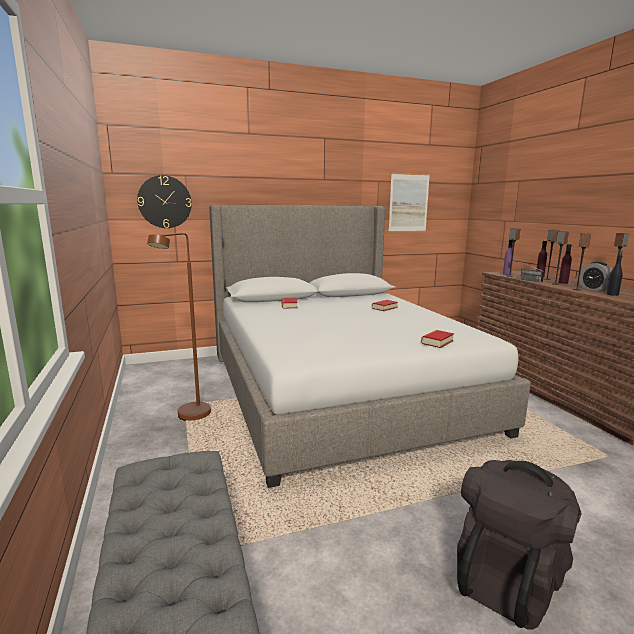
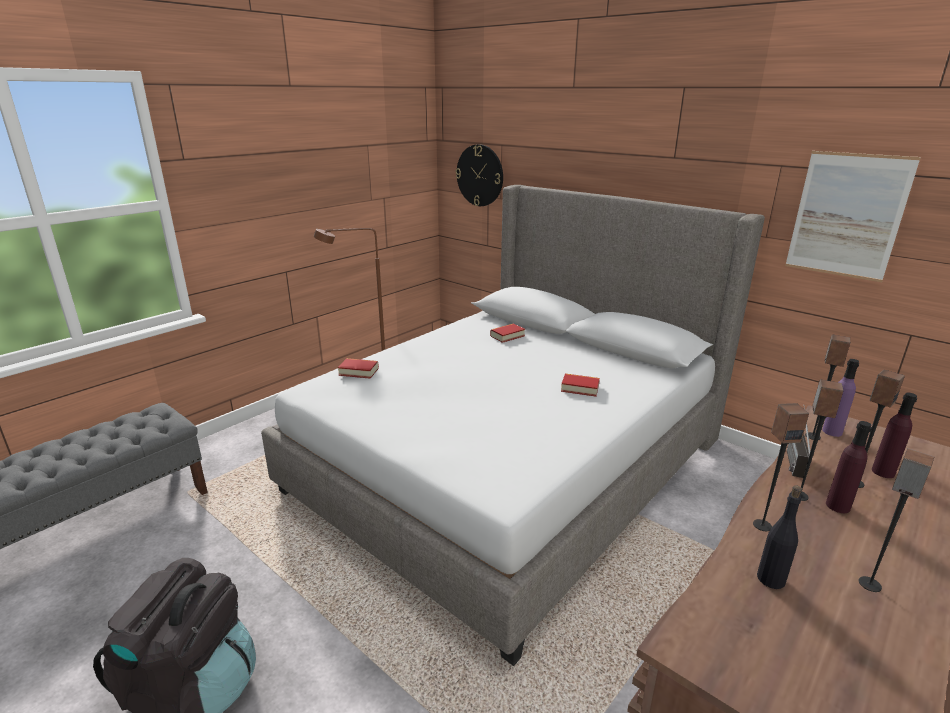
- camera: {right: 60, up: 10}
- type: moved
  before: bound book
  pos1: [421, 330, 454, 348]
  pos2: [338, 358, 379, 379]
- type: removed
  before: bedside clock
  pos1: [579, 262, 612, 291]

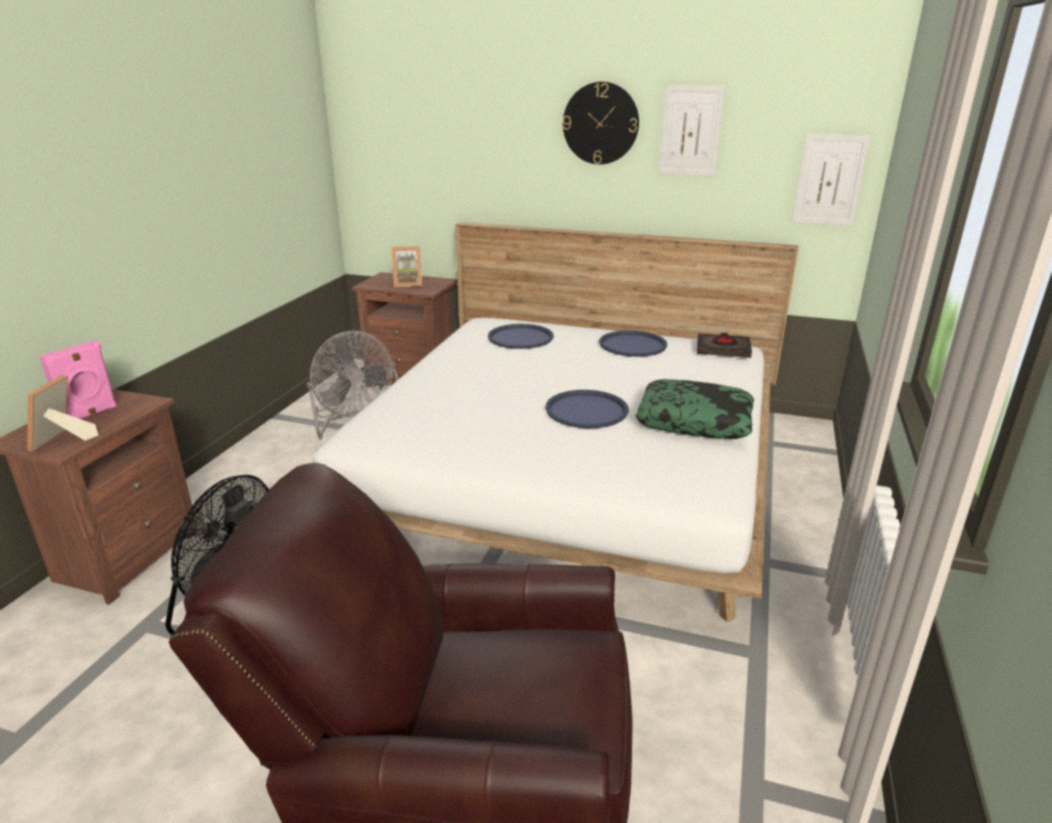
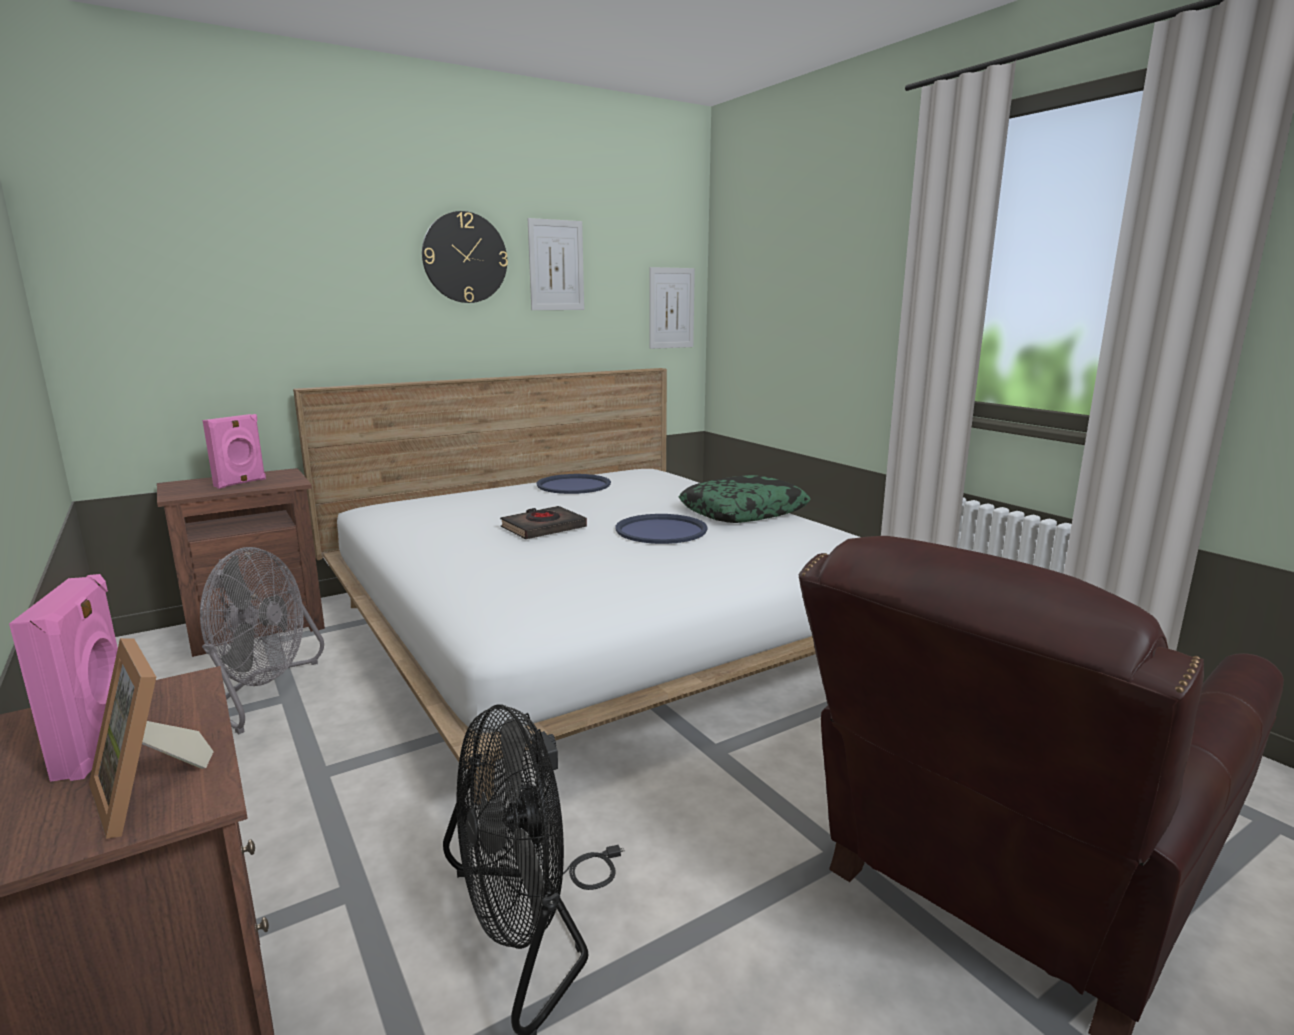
- camera: {right: -50, up: -10}
- type: replaced
  before: photo frame
  after: pinkish audio speaker
  pos1: [392, 246, 422, 287]
  pos2: [203, 414, 266, 489]
- type: removed
  before: blue-coloured serving tray
  pos1: [488, 324, 554, 349]
- type: moved
  before: black-coloured bound book
  pos1: [697, 333, 752, 358]
  pos2: [500, 506, 587, 539]

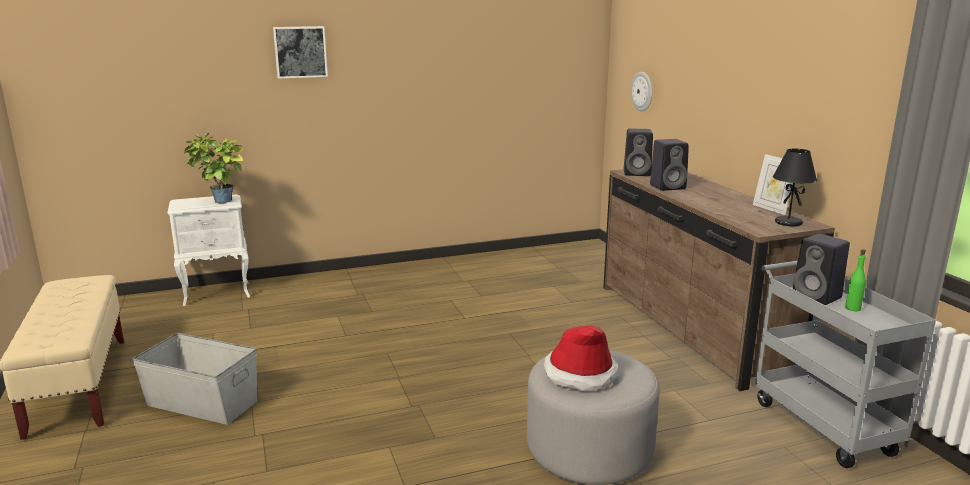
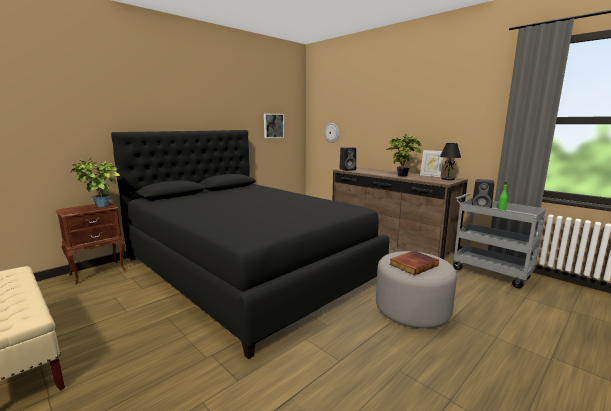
- camera: {right: -25, up: -5}
- type: removed
  before: grey storage bin
  pos1: [132, 333, 257, 425]
- type: recoloured
  before: white nightstand
  after: brown-coloured nightstand
  pos1: [167, 194, 250, 306]
  pos2: [56, 202, 127, 285]
- type: moved
  before: wall picture
  pos1: [273, 26, 328, 79]
  pos2: [264, 114, 284, 138]
- type: replaced
  before: hat
  after: bound book
  pos1: [544, 326, 618, 391]
  pos2: [389, 251, 439, 275]
- type: removed
  before: black-coloured audio speaker
  pos1: [650, 139, 689, 191]
- type: added
  after: black-coloured sleeping bed
  pos2: [111, 130, 389, 359]
- type: added
  after: plant in a pot
  pos2: [386, 133, 422, 177]

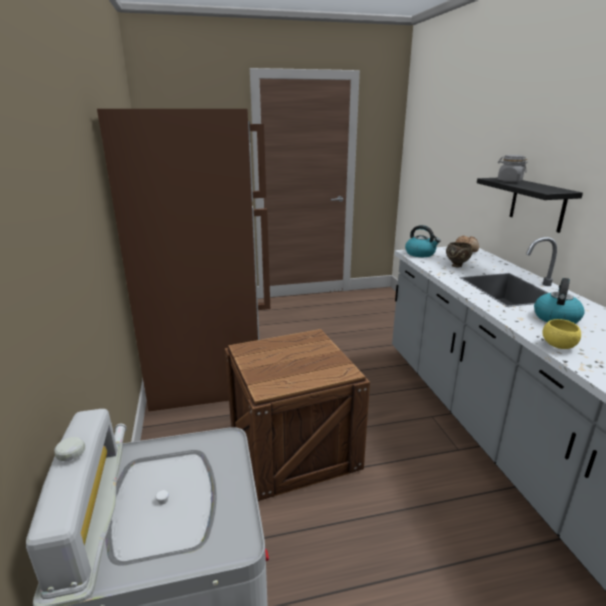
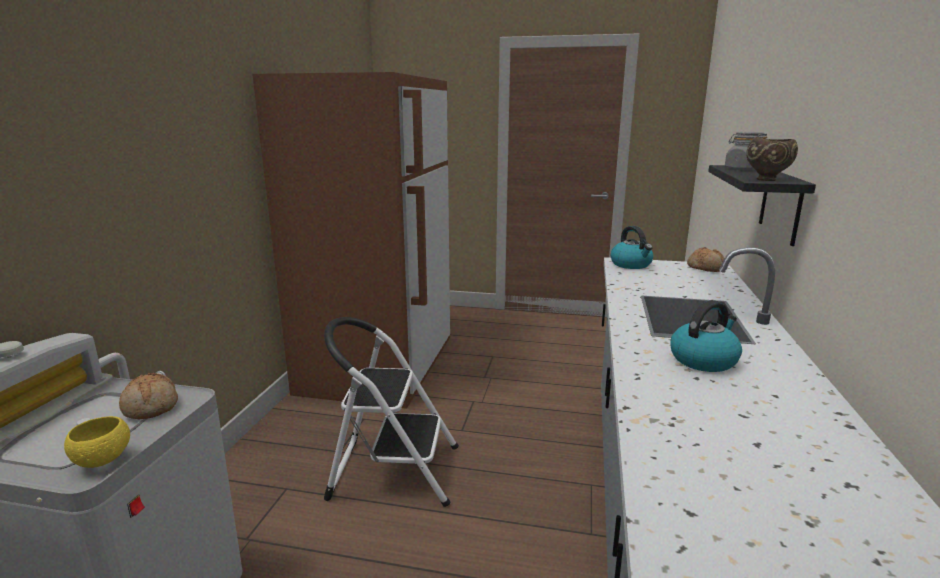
- camera: {right: 25, up: -5}
- type: replaced
  before: crate
  after: step ladder
  pos1: [225, 329, 370, 501]
  pos2: [324, 317, 459, 507]
- type: moved
  before: brown-coloured bowl
  pos1: [446, 242, 473, 268]
  pos2: [746, 137, 798, 181]
- type: moved
  before: yellow-coloured bowl
  pos1: [542, 319, 581, 349]
  pos2: [64, 416, 130, 468]
- type: added
  after: bakery bread
  pos2: [119, 373, 178, 420]

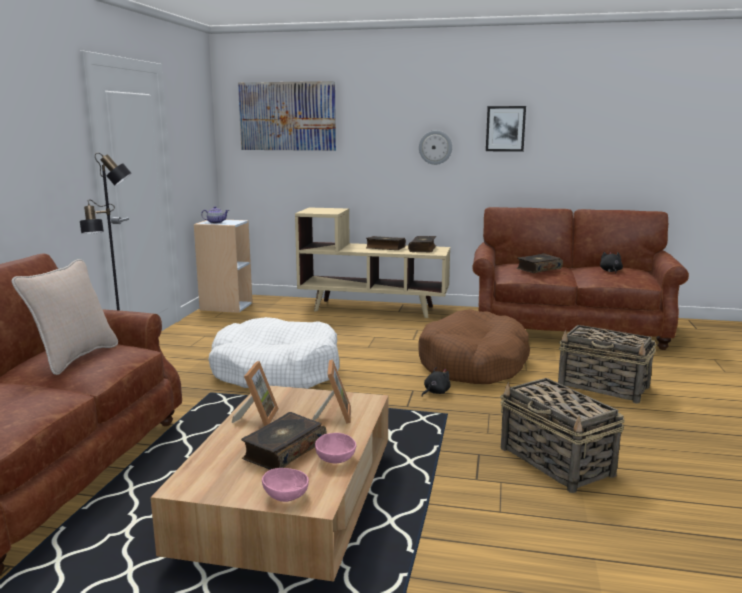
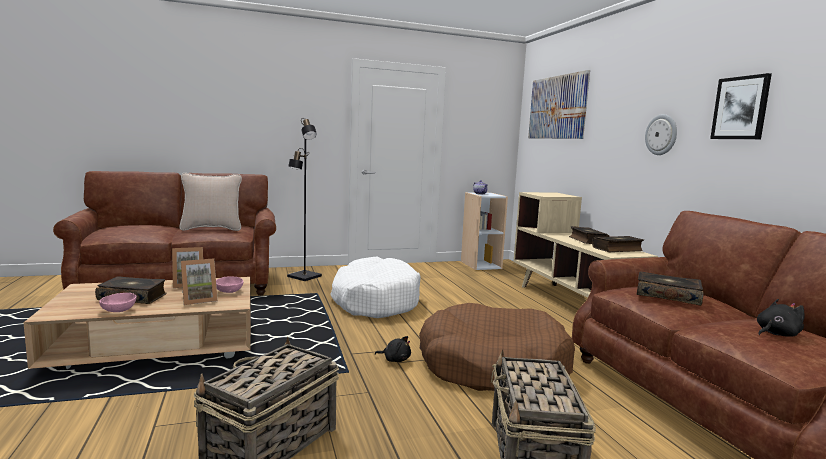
- camera: {right: 60, up: -5}
- type: moved
  before: pinkish bowl
  pos1: [262, 468, 309, 502]
  pos2: [216, 277, 244, 293]

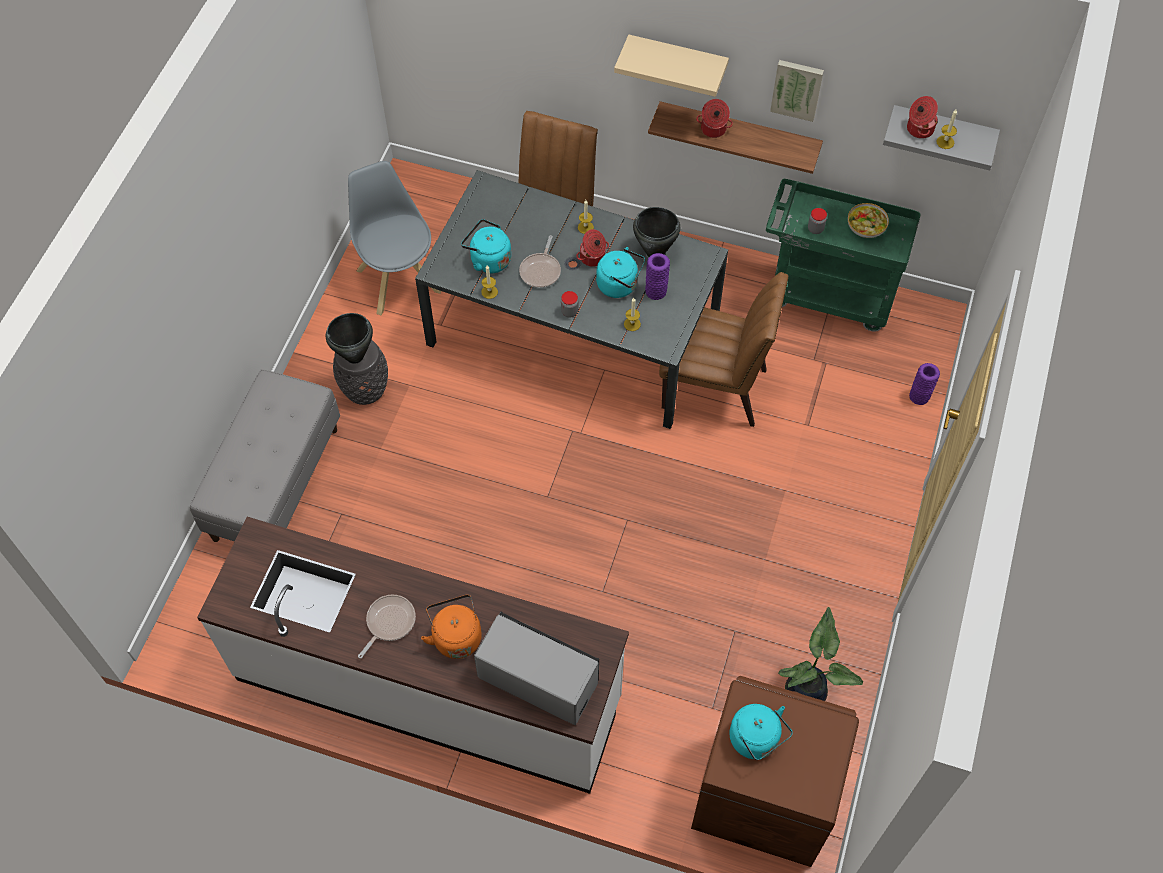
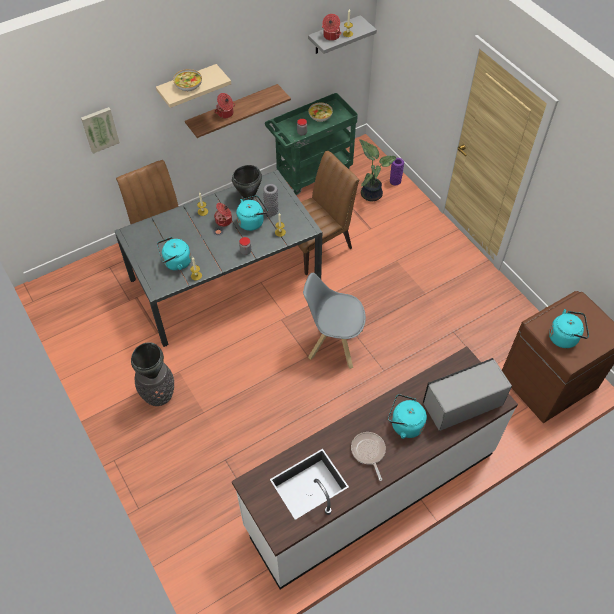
- camera: {right: -50, up: -5}
- type: removed
  before: grey bench
  pos1: [190, 369, 340, 542]
- type: moved
  before: grey upright chair
  pos1: [348, 161, 441, 315]
  pos2: [303, 273, 366, 369]
- type: recoloured
  before: orange water kettle
  after: blue-green water kettle
  pos1: [421, 595, 482, 659]
  pos2: [388, 394, 427, 439]
- type: removed
  before: pan
  pos1: [519, 235, 561, 288]
- type: recoloured
  before: purple-coloured vase
  after: grey vase
  pos1: [645, 253, 670, 300]
  pos2: [263, 184, 278, 216]
- type: moved
  before: wall picture
  pos1: [770, 60, 824, 122]
  pos2: [81, 107, 120, 154]
- type: moved
  before: plant in a pot
  pos1: [778, 607, 863, 701]
  pos2: [359, 140, 397, 202]
- type: added
  after: bowl
  pos2: [173, 69, 202, 92]

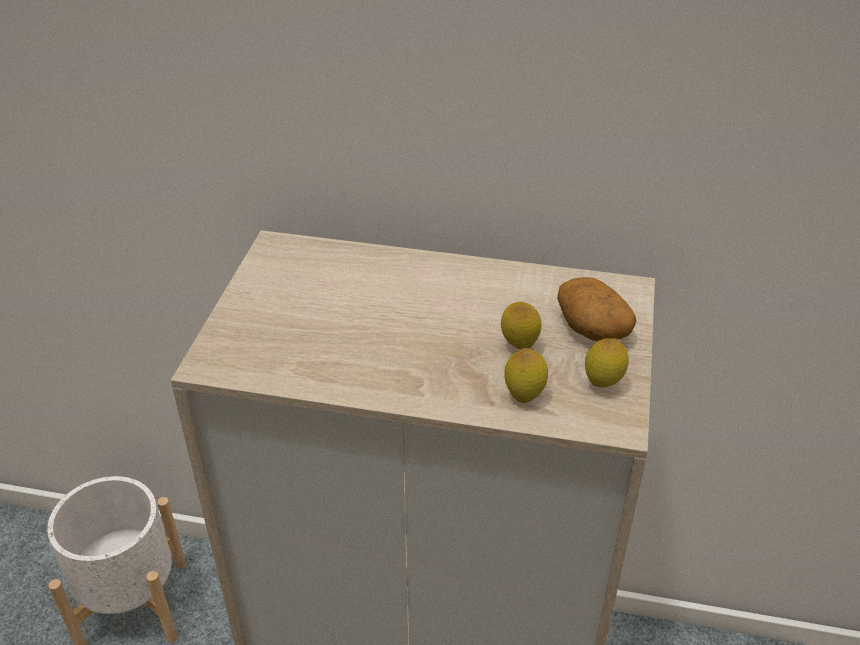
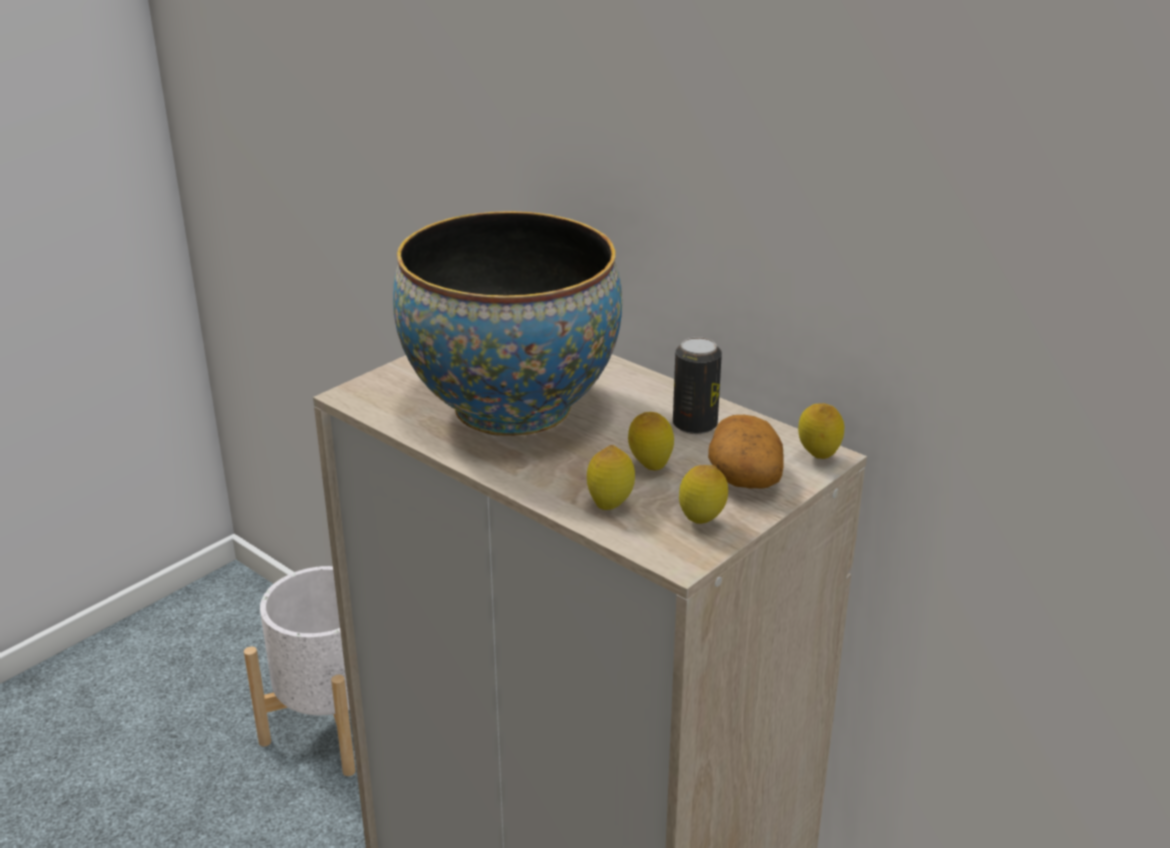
- camera: {right: 30, up: -10}
- type: added
  after: bowl
  pos2: [393, 211, 622, 436]
- type: added
  after: sealed can
  pos2: [673, 337, 722, 434]
- type: added
  after: lemon
  pos2: [798, 403, 844, 459]

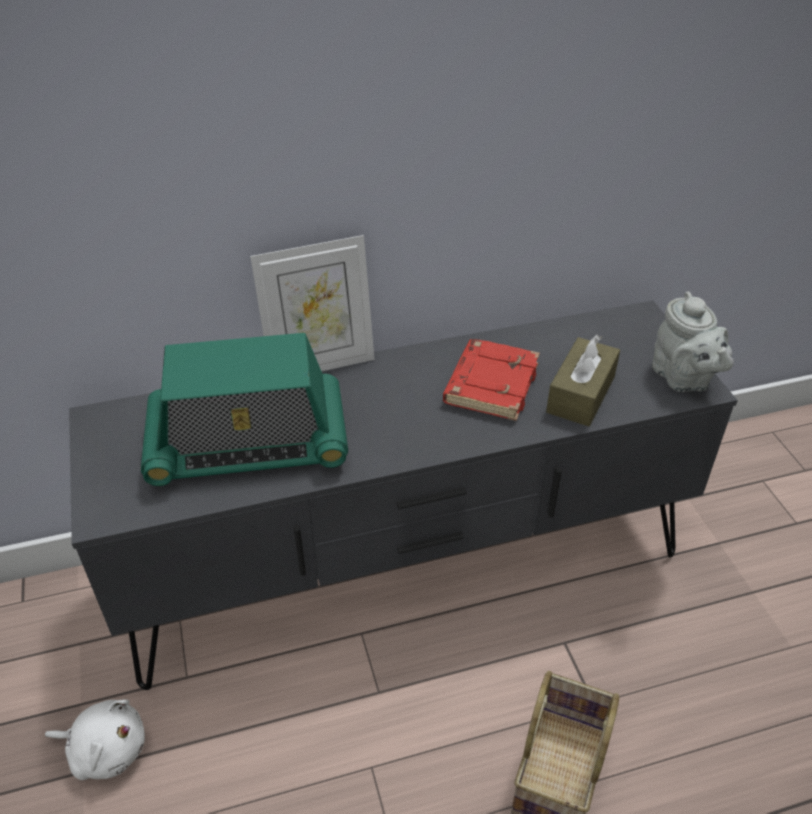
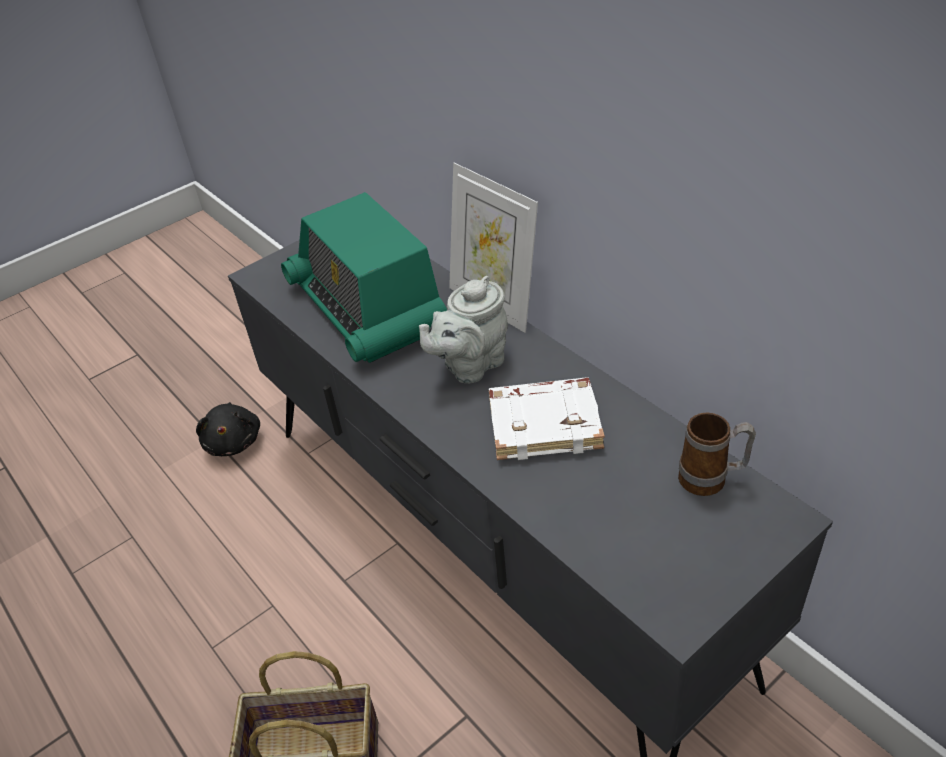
- camera: {right: 70, up: 0}
- type: recoloured
  before: white soft toy
  after: black-coloured soft toy
  pos1: [45, 699, 145, 780]
  pos2: [196, 402, 260, 456]
- type: recoloured
  before: red bound book
  after: white bound book
  pos1: [443, 339, 540, 421]
  pos2: [489, 377, 605, 460]
- type: removed
  before: brown-coloured tissue box
  pos1: [546, 334, 620, 426]
- type: moved
  before: grey teapot
  pos1: [652, 291, 734, 392]
  pos2: [419, 276, 508, 383]
- type: added
  after: coffee mug
  pos2: [678, 413, 756, 496]

